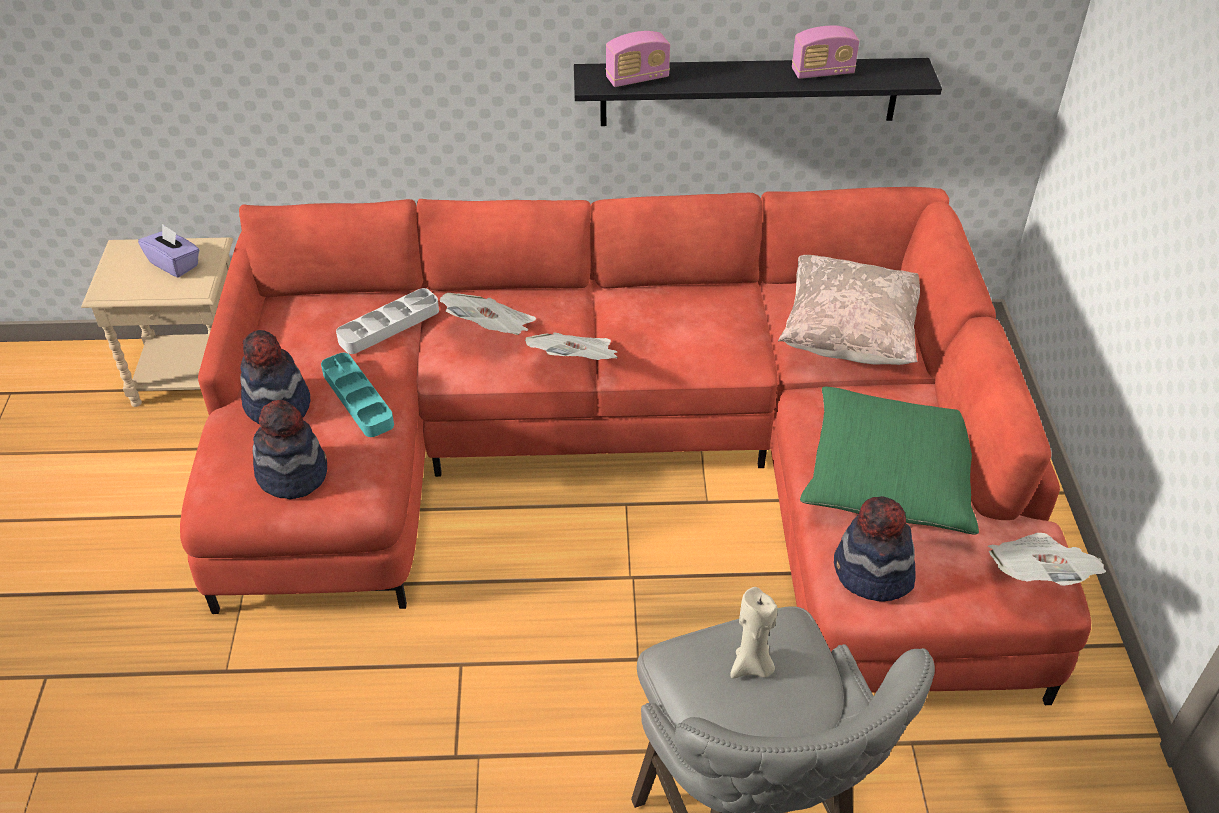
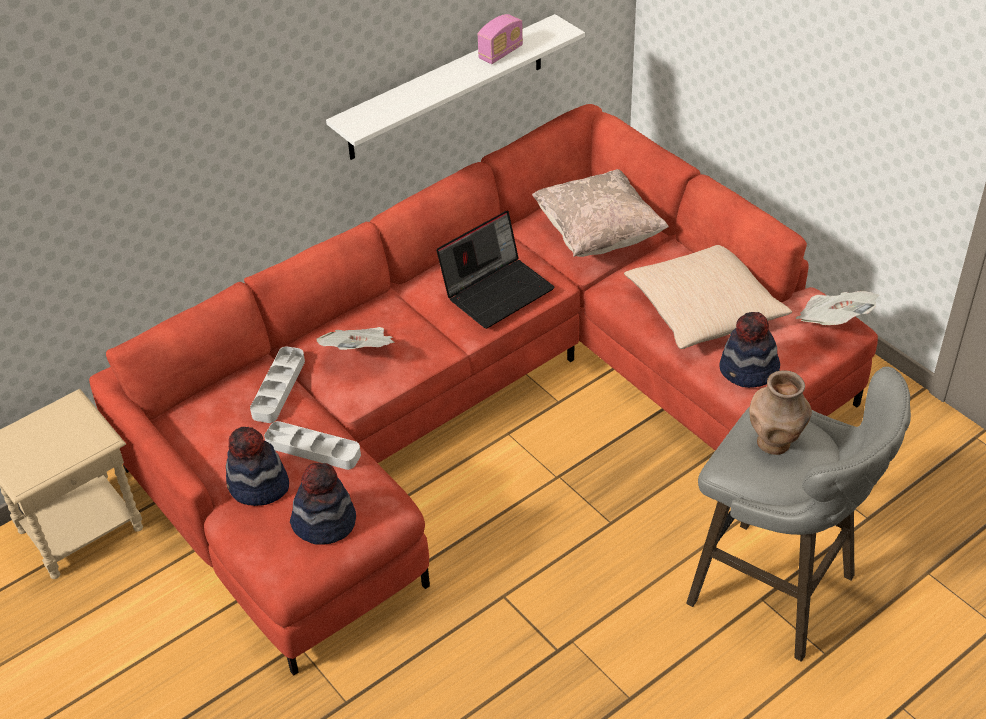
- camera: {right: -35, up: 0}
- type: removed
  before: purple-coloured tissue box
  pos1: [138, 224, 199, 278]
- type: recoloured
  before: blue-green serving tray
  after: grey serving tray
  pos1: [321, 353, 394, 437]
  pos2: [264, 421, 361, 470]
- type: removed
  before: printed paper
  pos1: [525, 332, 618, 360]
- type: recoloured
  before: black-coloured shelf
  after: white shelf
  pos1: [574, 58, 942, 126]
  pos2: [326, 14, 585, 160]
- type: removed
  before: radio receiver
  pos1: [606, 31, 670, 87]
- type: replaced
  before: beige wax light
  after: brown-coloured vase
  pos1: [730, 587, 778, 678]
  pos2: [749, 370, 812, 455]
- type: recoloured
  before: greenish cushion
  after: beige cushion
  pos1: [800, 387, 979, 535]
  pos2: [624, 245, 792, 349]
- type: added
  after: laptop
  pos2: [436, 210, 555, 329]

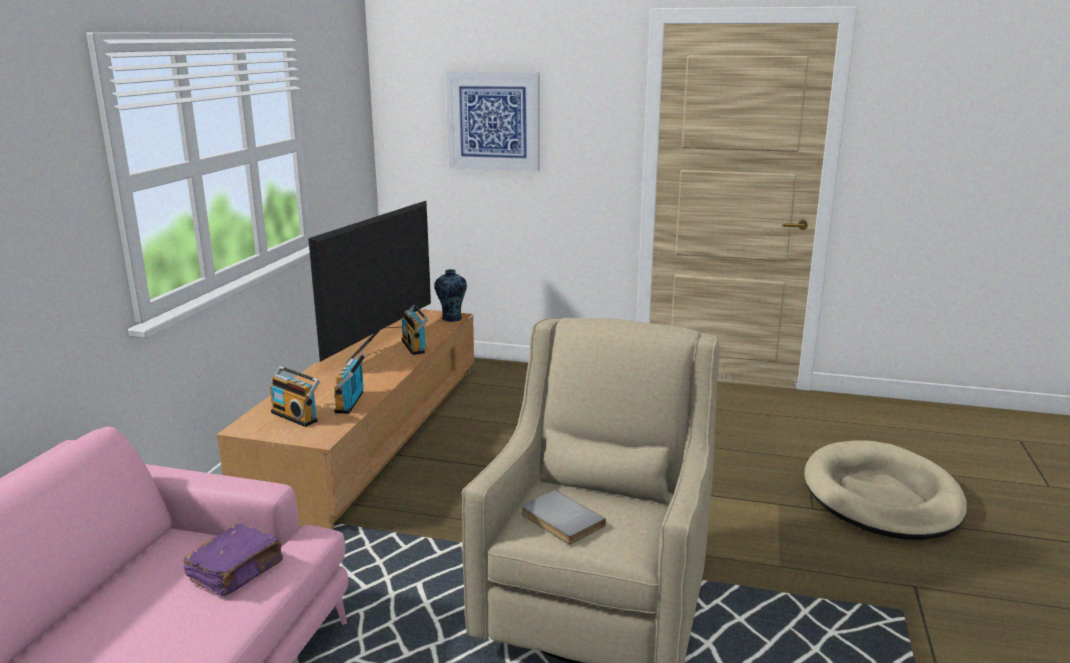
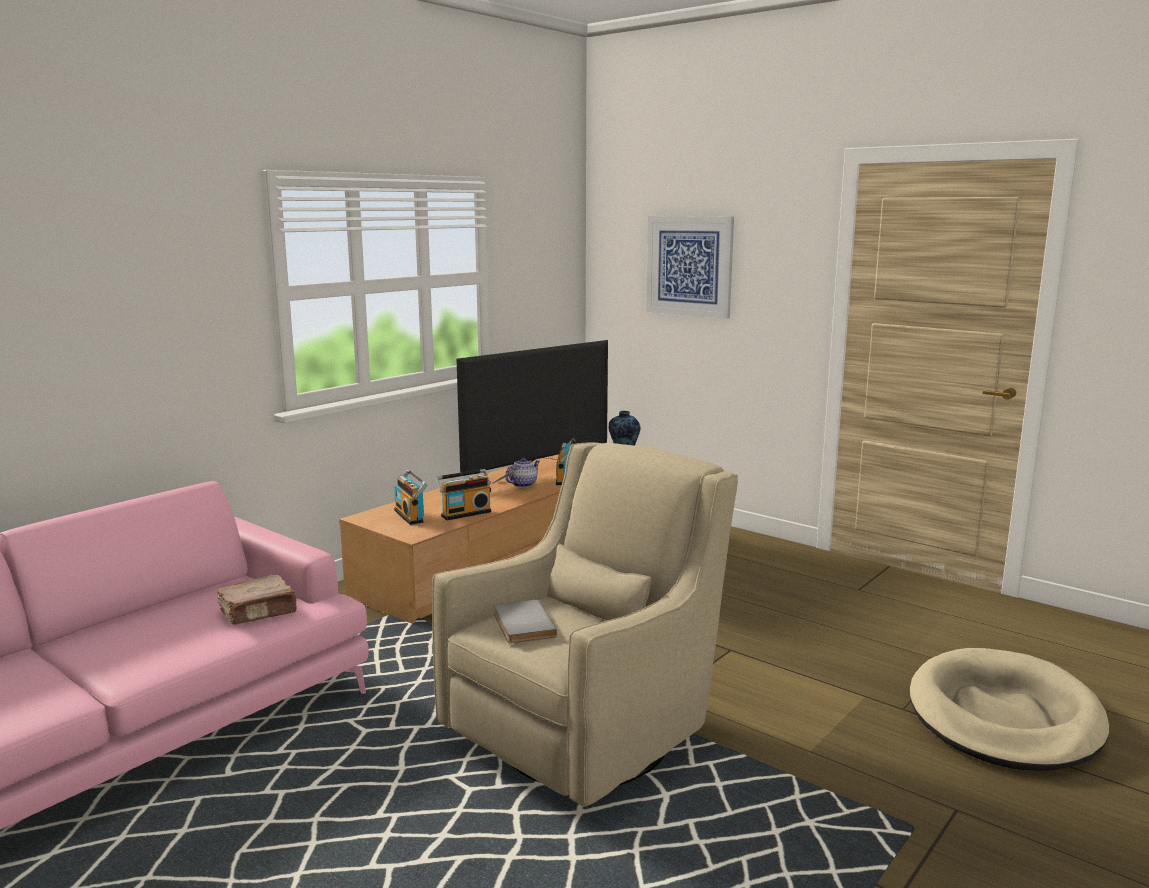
- camera: {right: 25, up: -5}
- type: recoloured
  before: purple-coloured bound book
  after: brown-coloured bound book
  pos1: [183, 523, 283, 596]
  pos2: [217, 575, 297, 625]
- type: turned
  before: radio receiver
  pos1: [334, 353, 366, 414]
  pos2: [436, 469, 491, 520]
  turn: -150
- type: added
  after: teapot
  pos2: [505, 458, 540, 488]

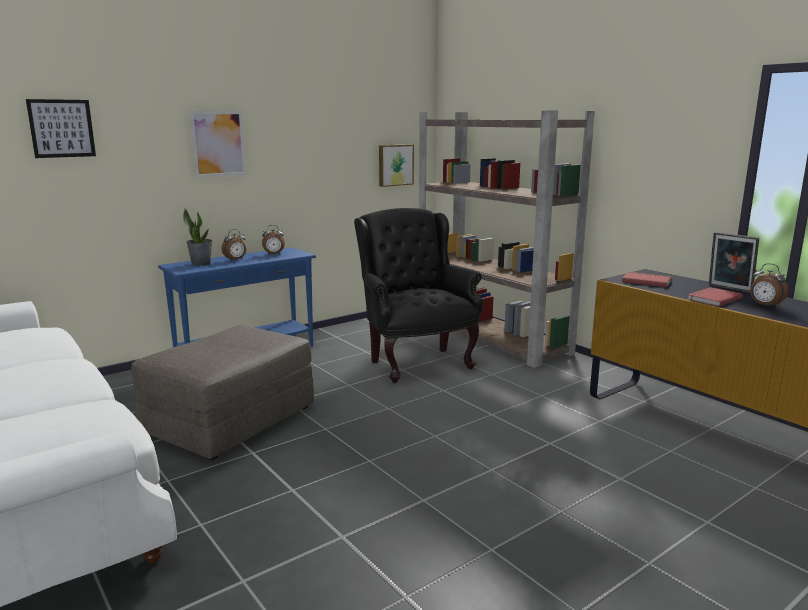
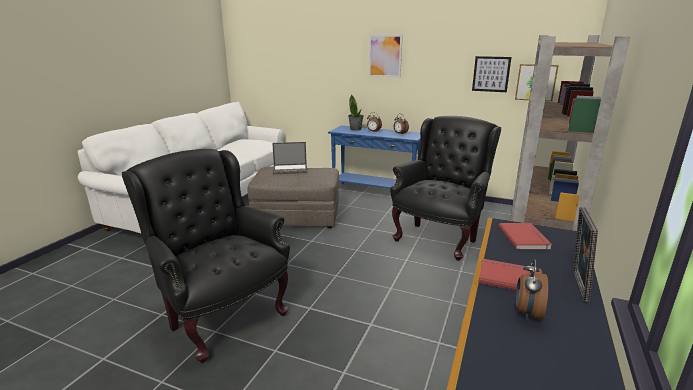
- camera: {right: 60, up: 5}
- type: moved
  before: wall picture
  pos1: [26, 99, 96, 158]
  pos2: [472, 56, 511, 92]
- type: added
  after: black-coloured easy chair
  pos2: [122, 149, 290, 363]
- type: added
  after: laptop
  pos2: [272, 142, 308, 174]

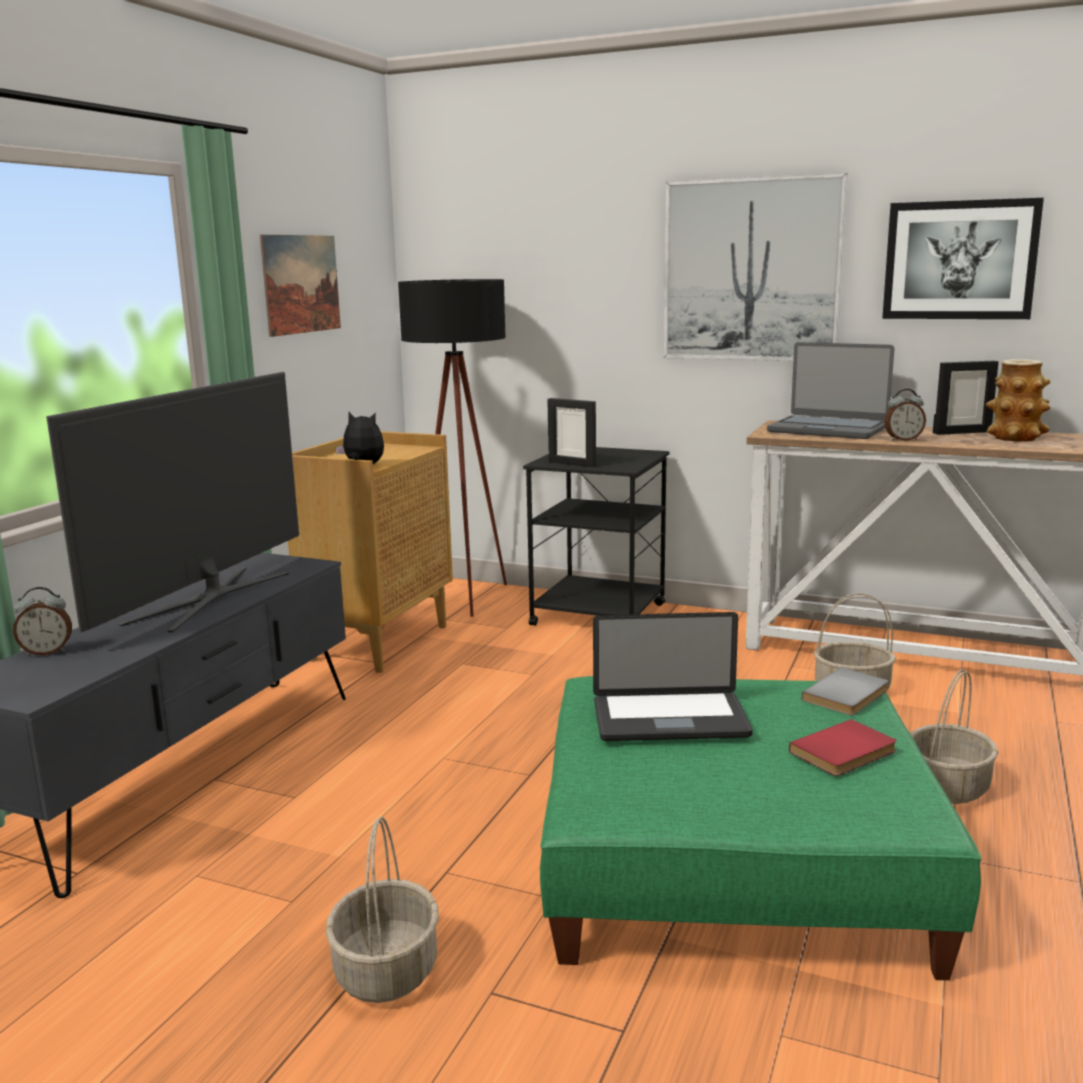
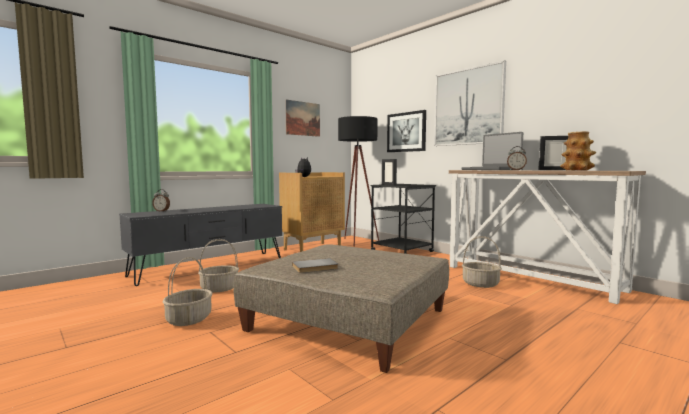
- camera: {right: 25, up: -10}
- type: removed
  before: TV set
  pos1: [46, 372, 299, 632]
- type: recoloured
  before: greenish footrest
  after: beige footrest
  pos1: [540, 676, 981, 980]
  pos2: [233, 244, 449, 373]
- type: removed
  before: laptop
  pos1: [593, 612, 753, 741]
- type: removed
  before: red bound book
  pos1: [789, 719, 897, 776]
- type: moved
  before: grey bound book
  pos1: [802, 667, 888, 715]
  pos2: [292, 258, 338, 273]
- type: moved
  before: wall picture
  pos1: [882, 198, 1044, 319]
  pos2: [387, 110, 426, 152]
- type: moved
  before: basket
  pos1: [910, 669, 998, 804]
  pos2: [198, 239, 239, 292]

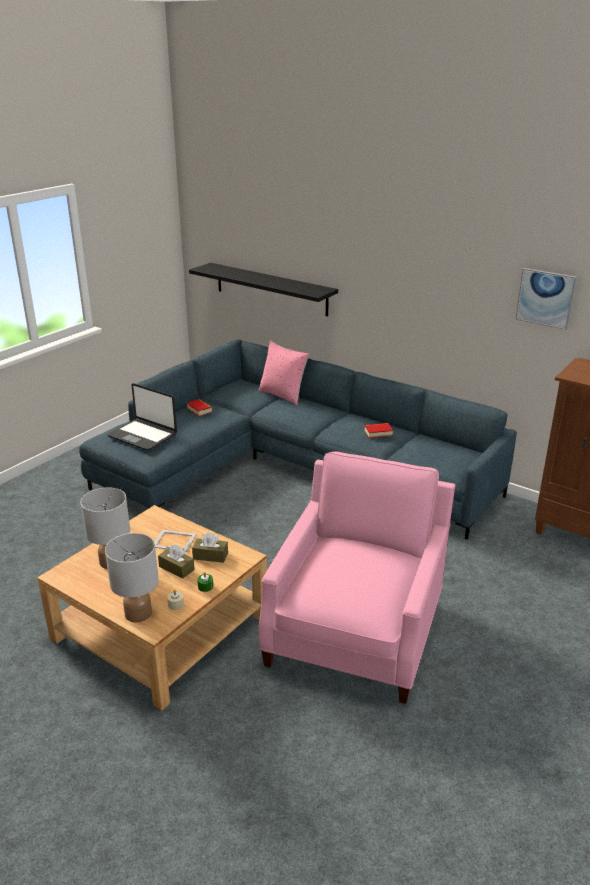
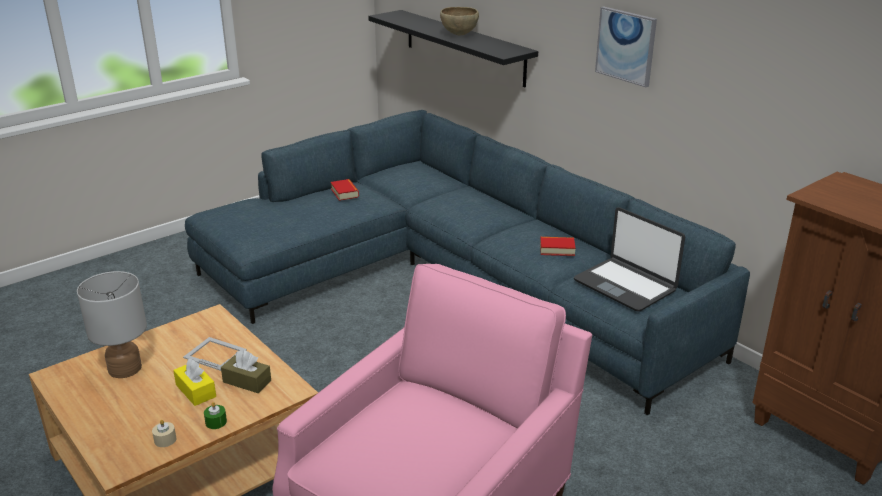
- camera: {right: 15, up: 0}
- type: removed
  before: grey tabletop lamp
  pos1: [105, 533, 159, 623]
- type: moved
  before: laptop
  pos1: [107, 383, 177, 451]
  pos2: [574, 207, 685, 312]
- type: recoloured
  before: brown-coloured tissue box
  after: yellow-coloured tissue box
  pos1: [158, 545, 195, 579]
  pos2: [173, 359, 216, 406]
- type: removed
  before: pinkish cushion
  pos1: [259, 340, 309, 405]
- type: moved
  before: wall picture
  pos1: [515, 268, 577, 330]
  pos2: [595, 7, 657, 87]
- type: added
  after: brown-coloured bowl
  pos2: [440, 7, 479, 35]

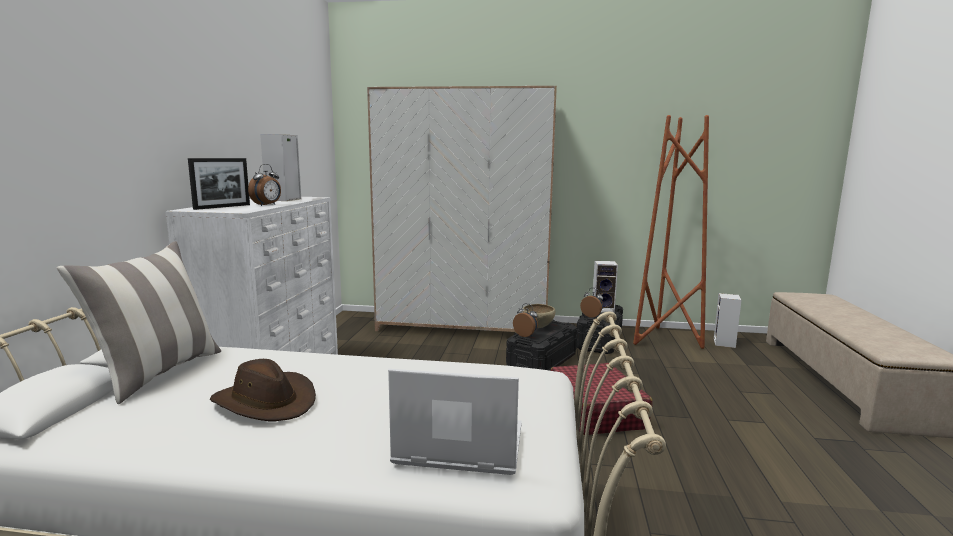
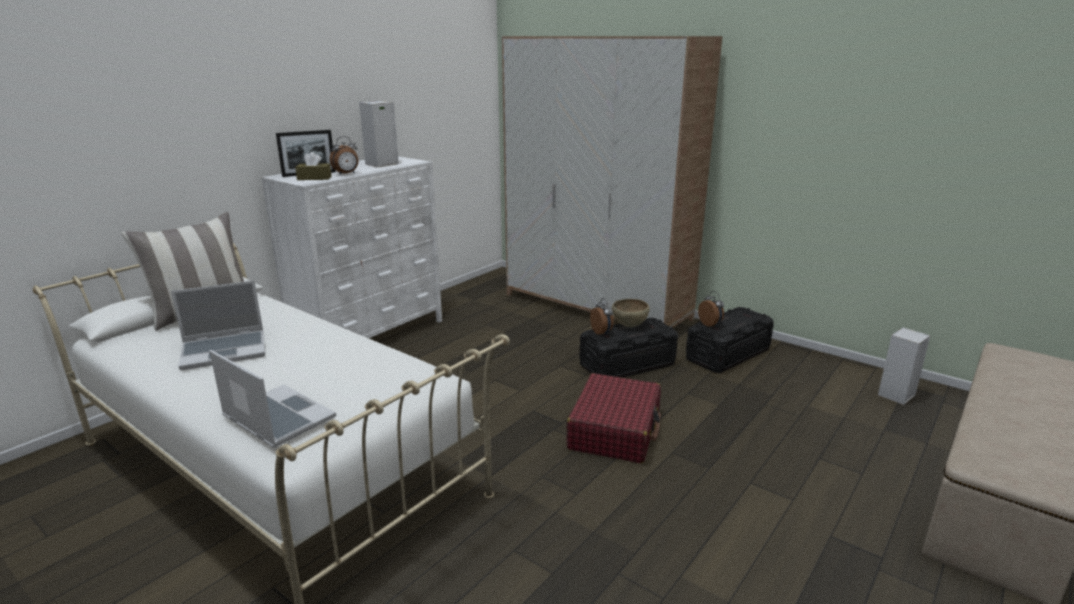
- camera: {right: 30, up: 10}
- type: replaced
  before: brown-coloured hat
  after: laptop
  pos1: [210, 359, 316, 421]
  pos2: [171, 280, 265, 370]
- type: removed
  before: audio speaker
  pos1: [593, 261, 618, 313]
- type: removed
  before: brown-coloured garment stand
  pos1: [633, 115, 709, 349]
- type: added
  after: brown-coloured tissue box
  pos2: [295, 152, 331, 180]

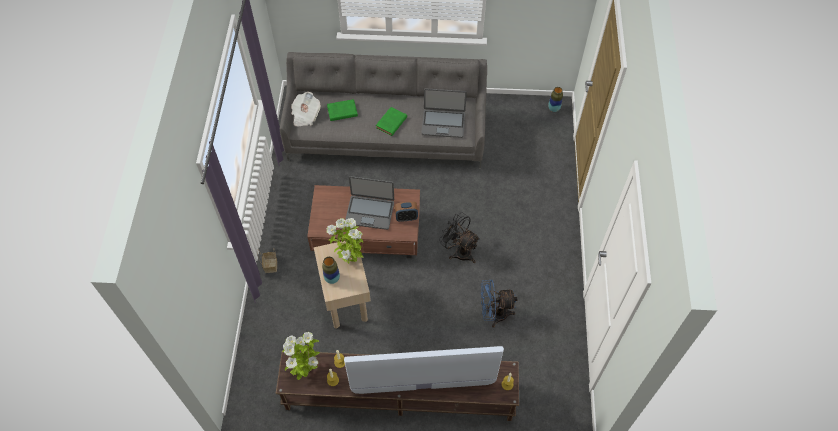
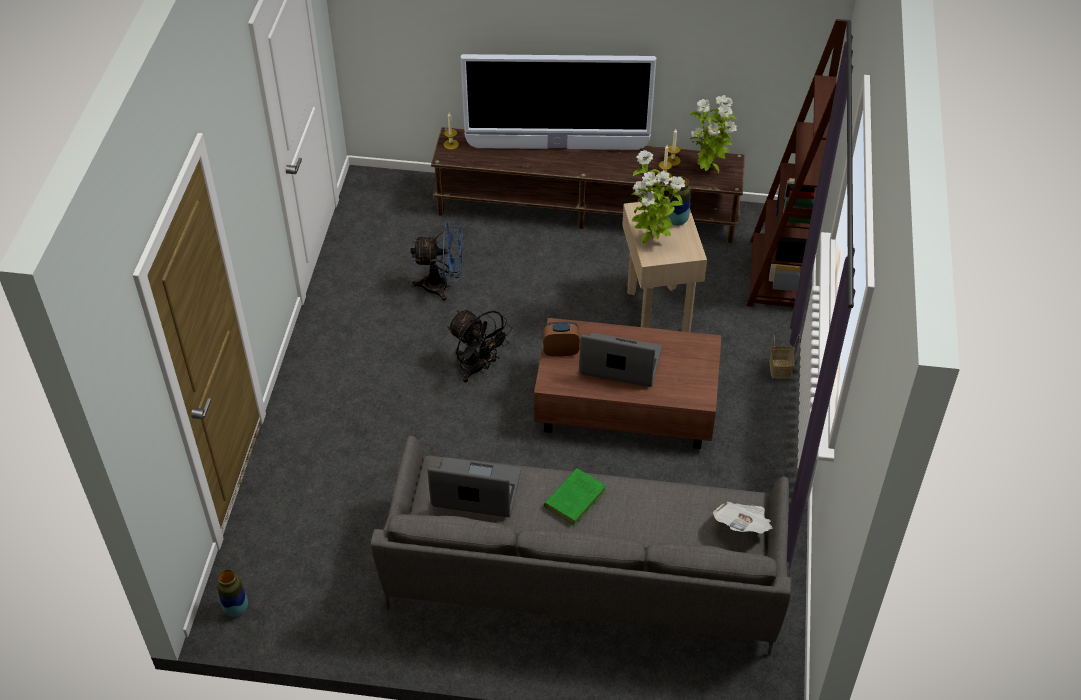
- camera: {right: -175, up: -10}
- type: removed
  before: greenish bound book
  pos1: [327, 99, 358, 121]
- type: added
  after: brown-coloured bookshelf
  pos2: [746, 19, 847, 307]

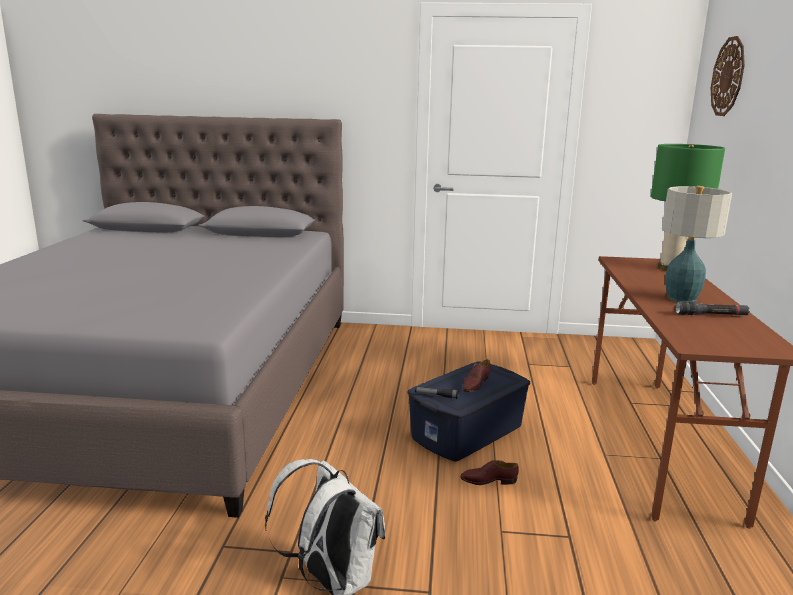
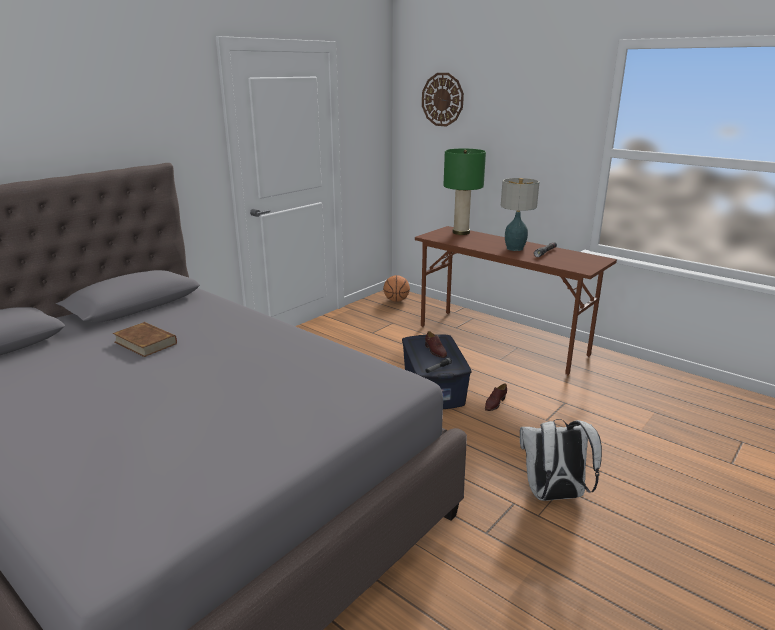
- camera: {right: -55, up: 5}
- type: added
  after: brown-coloured bound book
  pos2: [112, 322, 177, 357]
- type: added
  after: basketball ball
  pos2: [383, 275, 410, 302]

